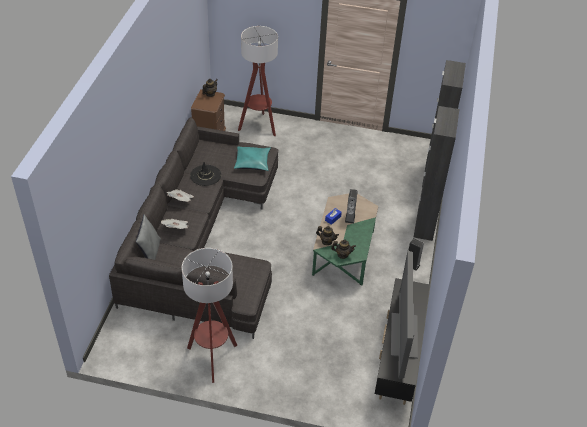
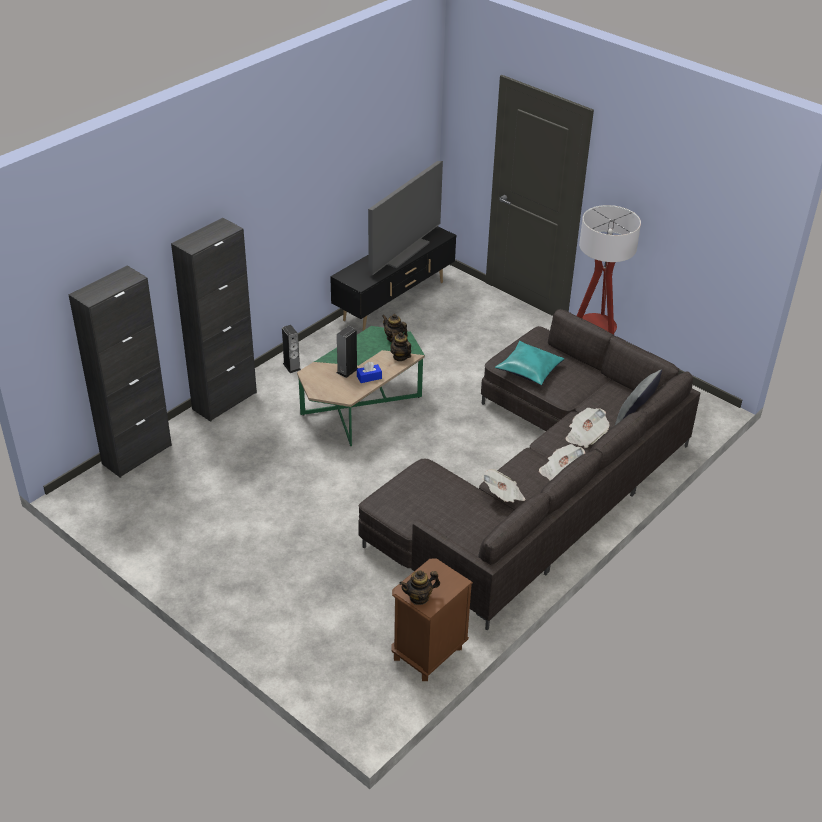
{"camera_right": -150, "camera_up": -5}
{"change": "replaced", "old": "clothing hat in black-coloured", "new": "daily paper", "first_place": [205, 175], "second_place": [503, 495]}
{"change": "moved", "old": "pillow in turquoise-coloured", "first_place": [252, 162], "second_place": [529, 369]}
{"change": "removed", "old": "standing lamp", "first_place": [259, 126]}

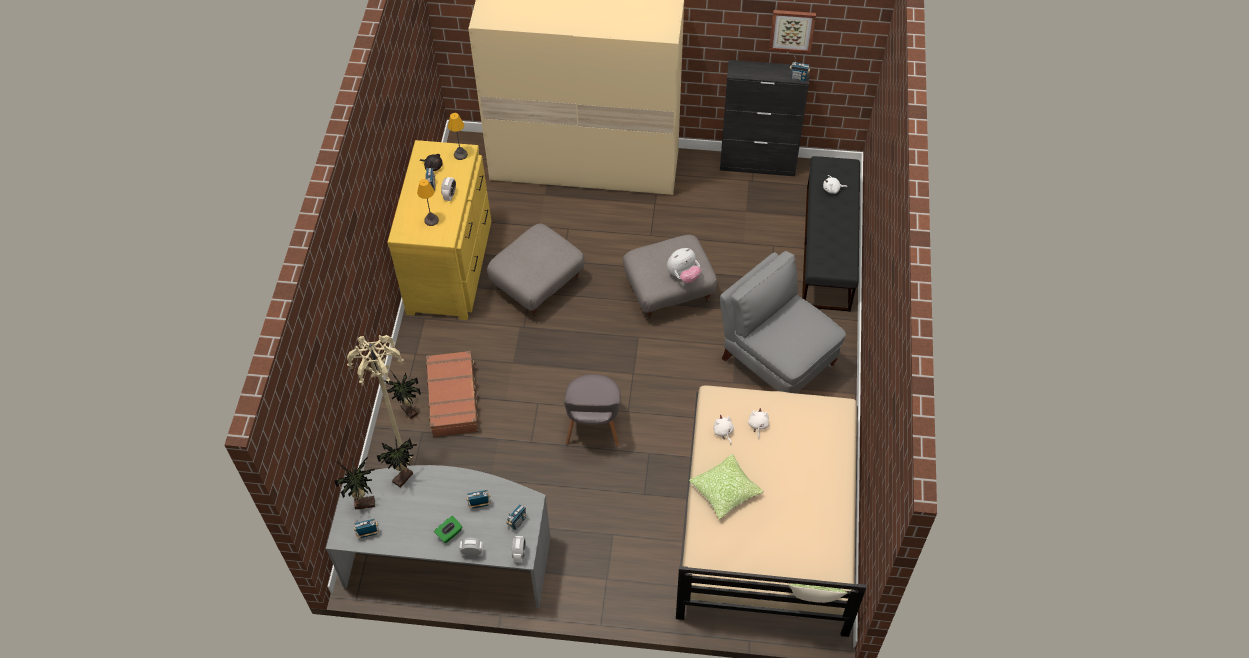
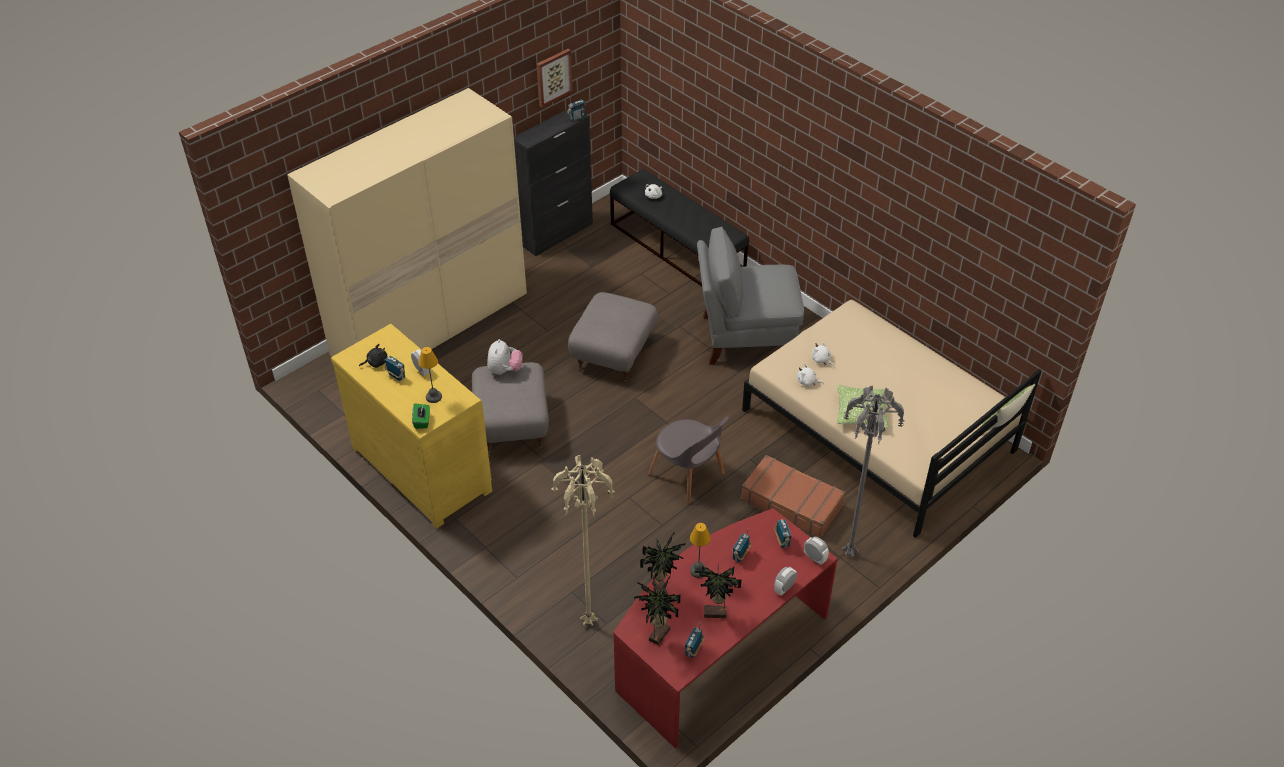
{"camera_right": -50, "camera_up": -10}
{"change": "moved", "old": "tissue holder in green-coloured", "first_place": [449, 533], "second_place": [422, 421]}
{"change": "moved", "old": "cuddly toy", "first_place": [683, 275], "second_place": [505, 370]}
{"change": "recoloured", "old": "desk table in gray", "new": "desk table in reddish", "first_place": [449, 556], "second_place": [718, 649]}
{"change": "moved", "old": "table lamp", "first_place": [461, 154], "second_place": [698, 570]}
{"change": "moved", "old": "plant in a pot", "first_place": [408, 412], "second_place": [715, 614]}
{"change": "moved", "old": "suitcase in brownish", "first_place": [454, 399], "second_place": [791, 503]}
{"change": "added", "new": "standing lamp in gray", "second_place": [848, 553]}

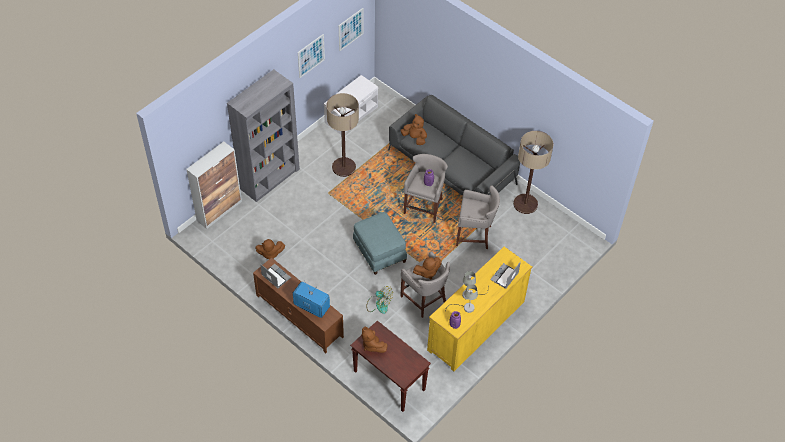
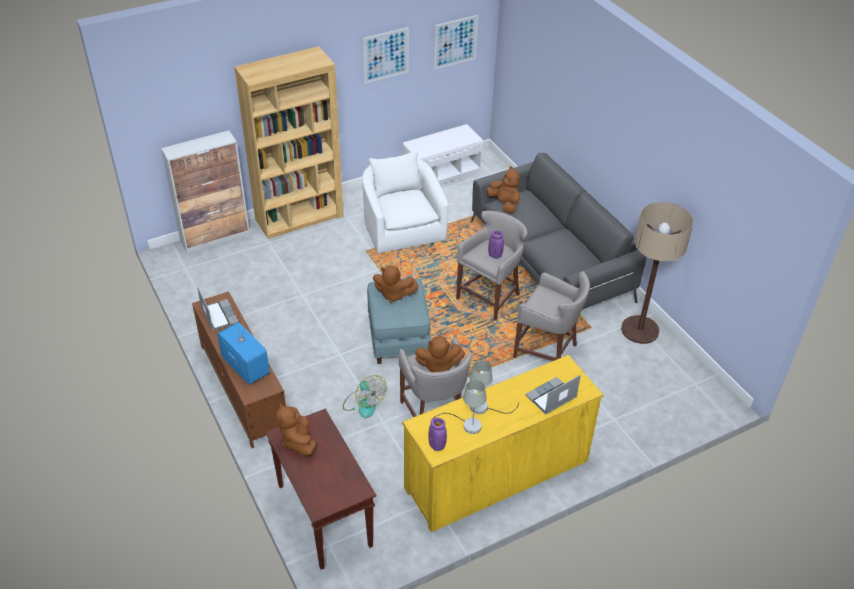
{"camera_right": 20, "camera_up": -10}
{"change": "recoloured", "old": "shelving unit in gray", "new": "shelving unit in brownish", "first_place": [269, 178], "second_place": [299, 217]}
{"change": "replaced", "old": "standing lamp", "new": "easy chair in white-coloured", "first_place": [344, 167], "second_place": [402, 227]}
{"change": "moved", "old": "cuddly toy in brownish", "first_place": [270, 254], "second_place": [393, 294]}

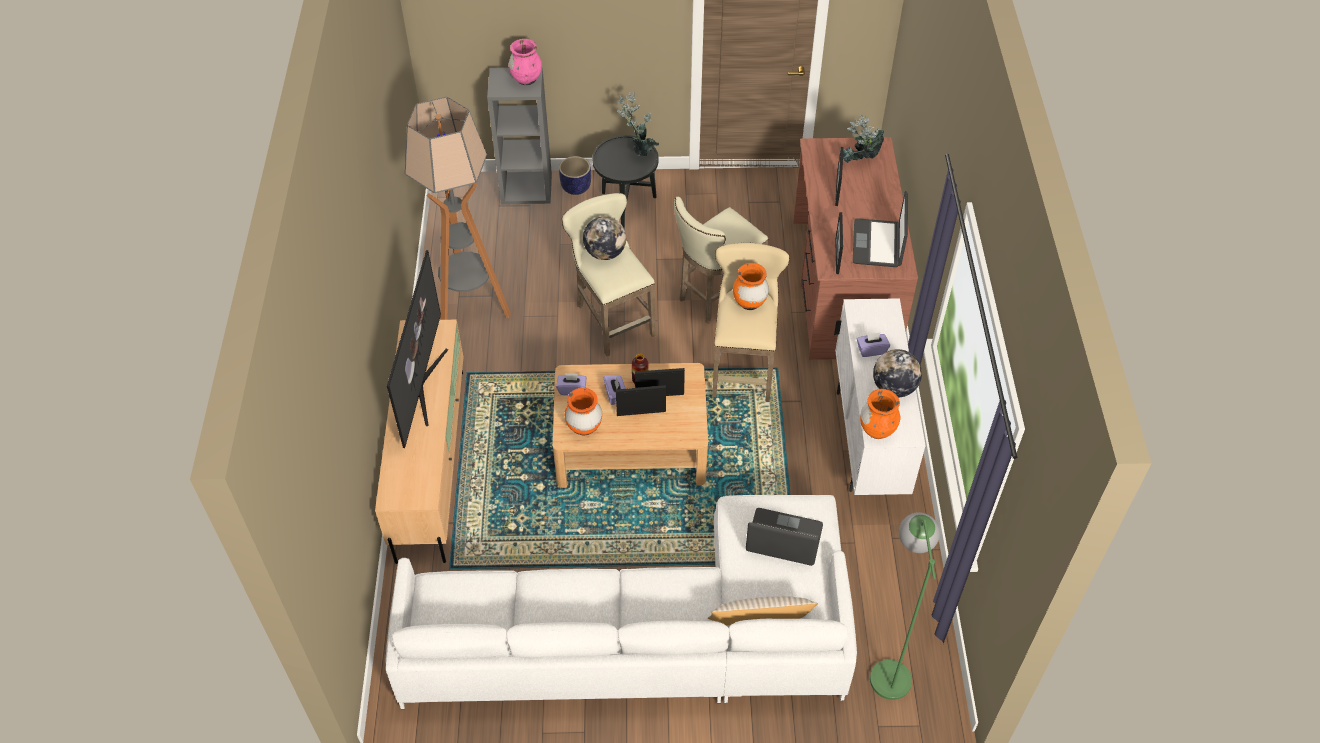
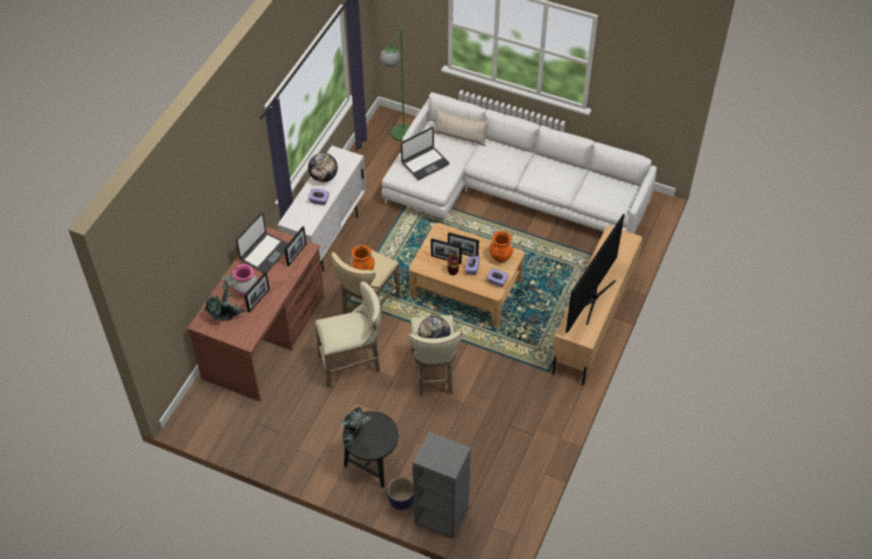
{"camera_right": -155, "camera_up": 0}
{"change": "moved", "old": "decorative vase in pink", "first_place": [526, 79], "second_place": [246, 291]}
{"change": "turned", "old": "portable computer", "first_place": [784, 539], "second_place": [425, 163], "degrees": -75}
{"change": "removed", "old": "standing lamp", "first_place": [471, 310]}
{"change": "removed", "old": "decorative vase in orange", "first_place": [877, 430]}

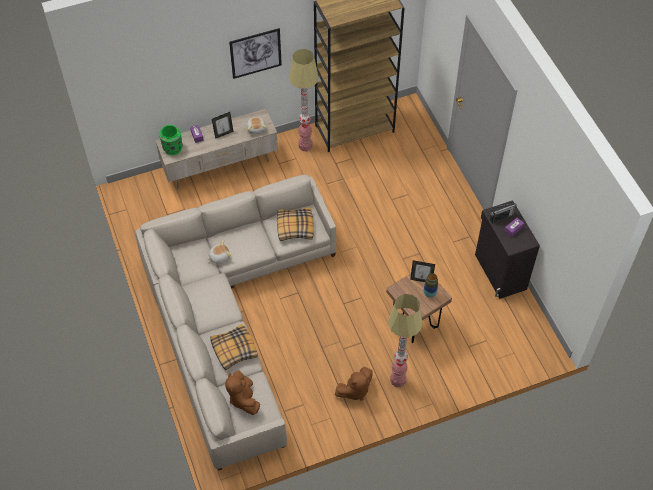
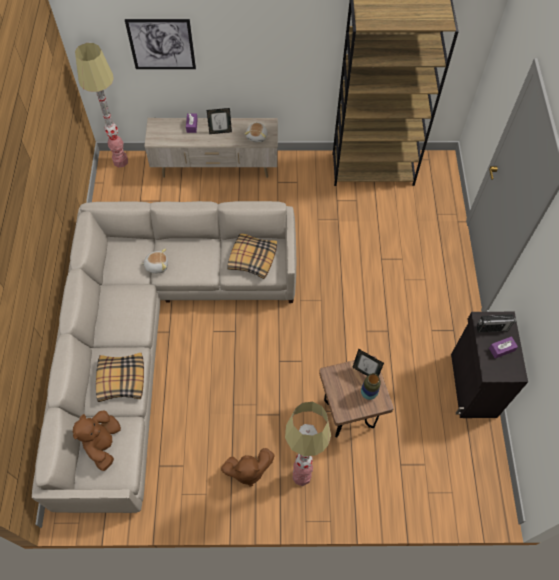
{"camera_right": 20, "camera_up": 5}
{"change": "moved", "old": "standing lamp", "first_place": [305, 146], "second_place": [120, 161]}
{"change": "moved", "old": "wall art", "first_place": [255, 53], "second_place": [161, 44]}
{"change": "removed", "old": "decorative vase in green-coloured", "first_place": [172, 148]}

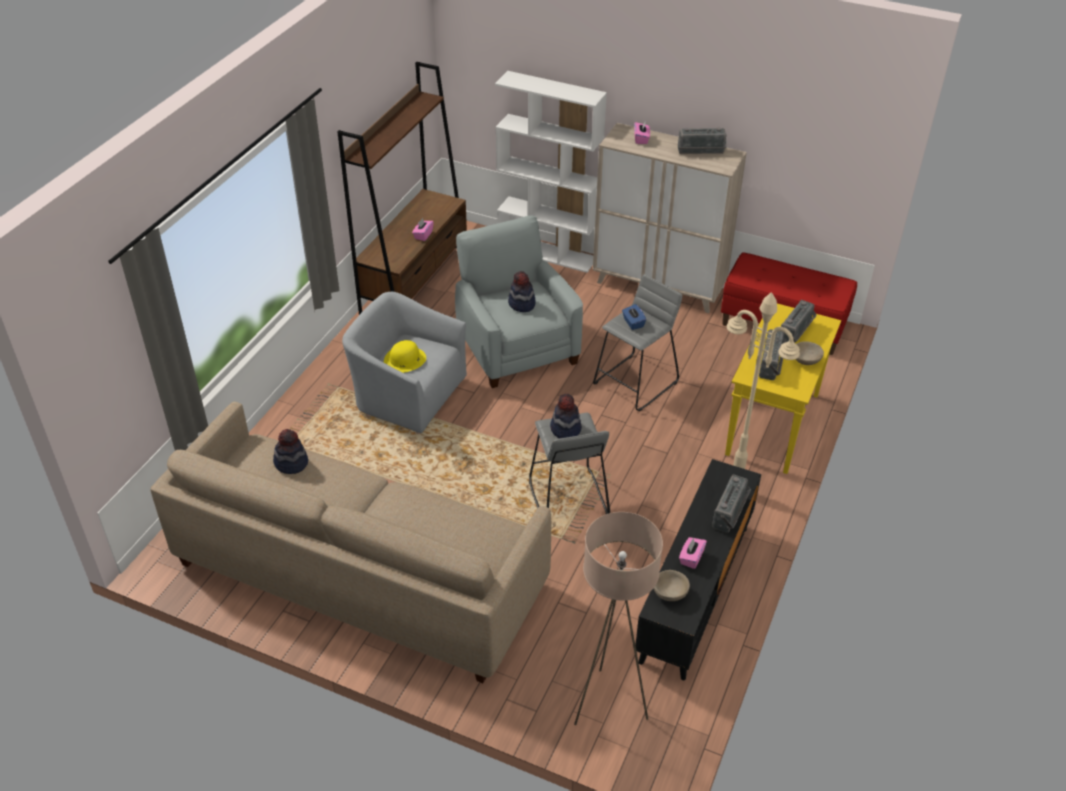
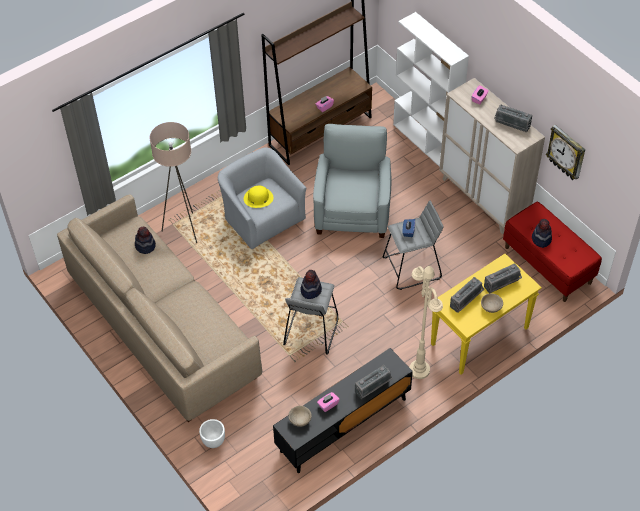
{"camera_right": 30, "camera_up": 10}
{"change": "moved", "old": "standing lamp in beige-coloured", "first_place": [608, 704], "second_place": [183, 229]}
{"change": "added", "new": "flower pot in white-coloured", "second_place": [213, 441]}
{"change": "moved", "old": "clothing hat", "first_place": [521, 304], "second_place": [541, 239]}
{"change": "added", "new": "clock on the wall", "second_place": [566, 153]}

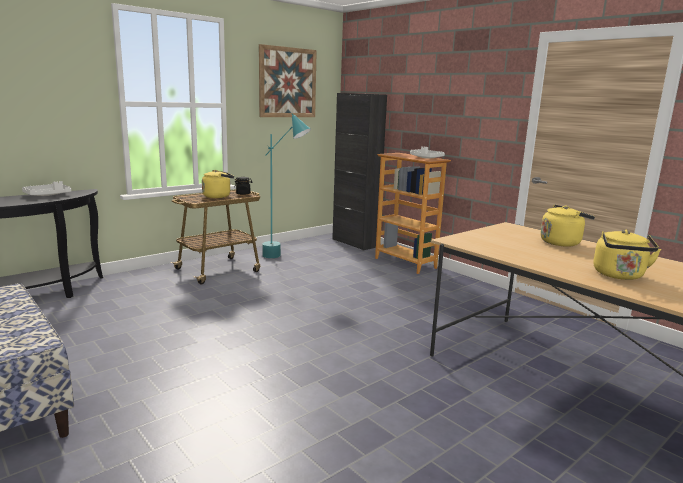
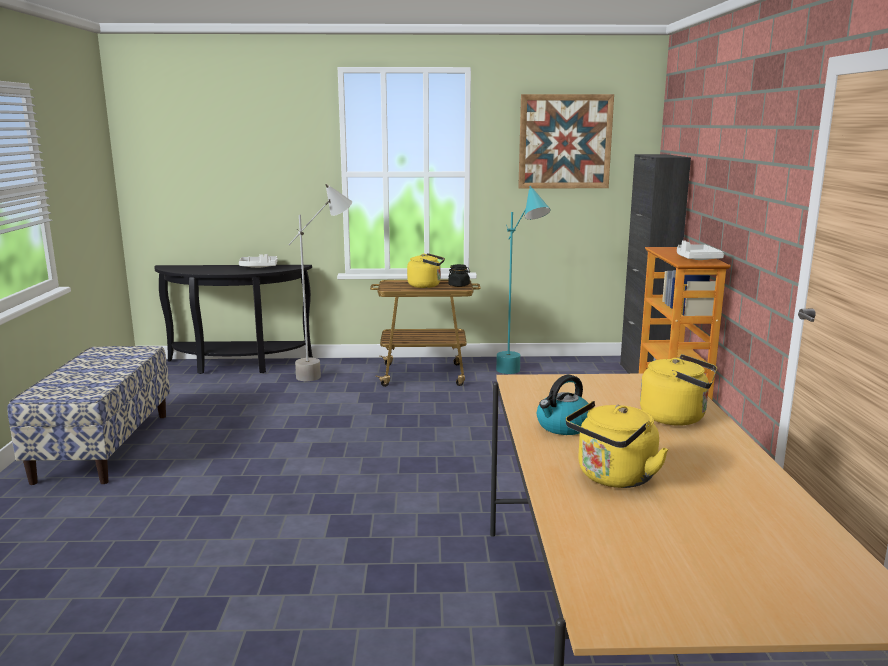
{"camera_right": 40, "camera_up": 0}
{"change": "added", "new": "standing lamp in gray", "second_place": [326, 373]}
{"change": "added", "new": "tea kettle", "second_place": [563, 426]}

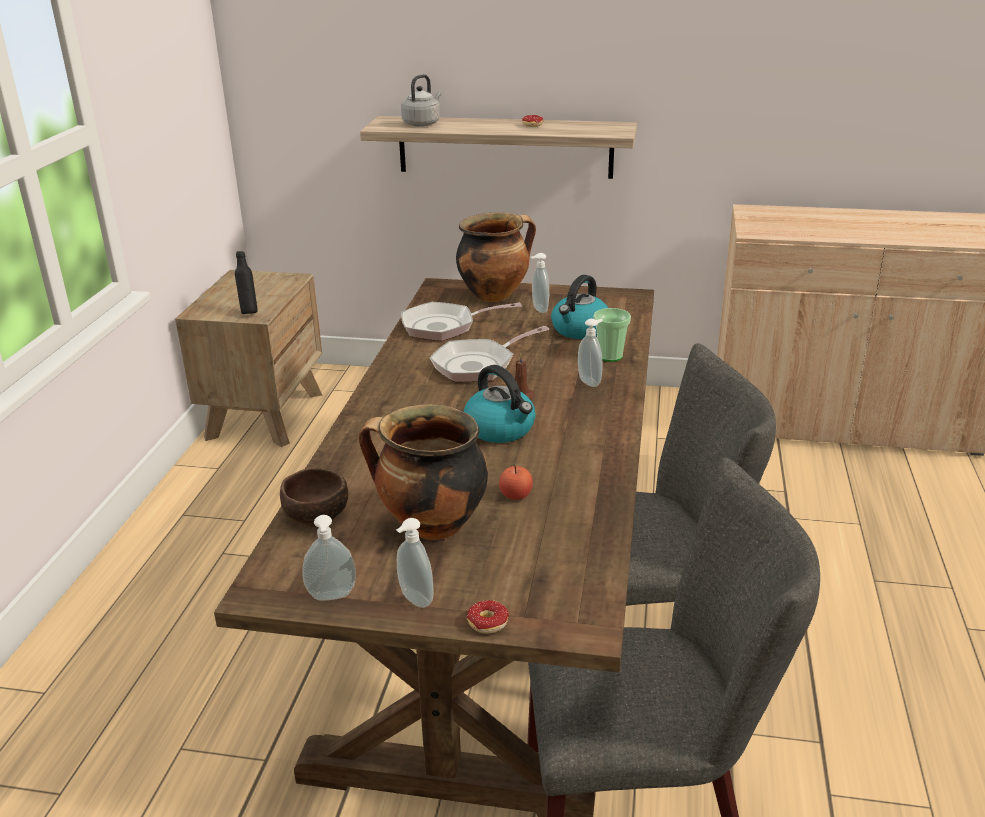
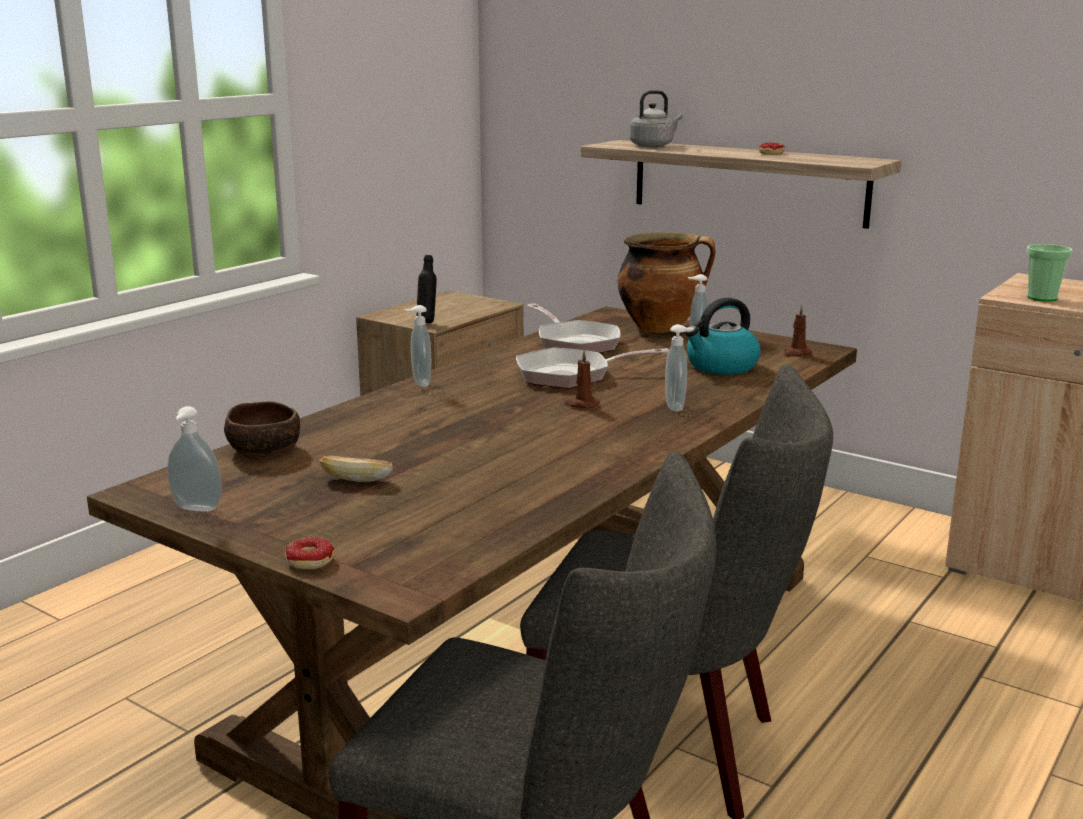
{"camera_right": 25, "camera_up": -10}
{"change": "replaced", "old": "stockpot", "new": "baked bread", "first_place": [430, 525], "second_place": [356, 480]}
{"change": "moved", "old": "liquid soap bottle", "first_place": [414, 600], "second_place": [419, 383]}
{"change": "turned", "old": "skillet", "first_place": [444, 327], "second_place": [574, 343], "degrees": -135}
{"change": "added", "new": "wax candle in brownish", "second_place": [796, 353]}
{"change": "moved", "old": "drinking cup", "first_place": [610, 356], "second_place": [1042, 298]}
{"change": "removed", "old": "tea kettle", "first_place": [501, 429]}
{"change": "removed", "old": "apple fruit", "first_place": [515, 495]}

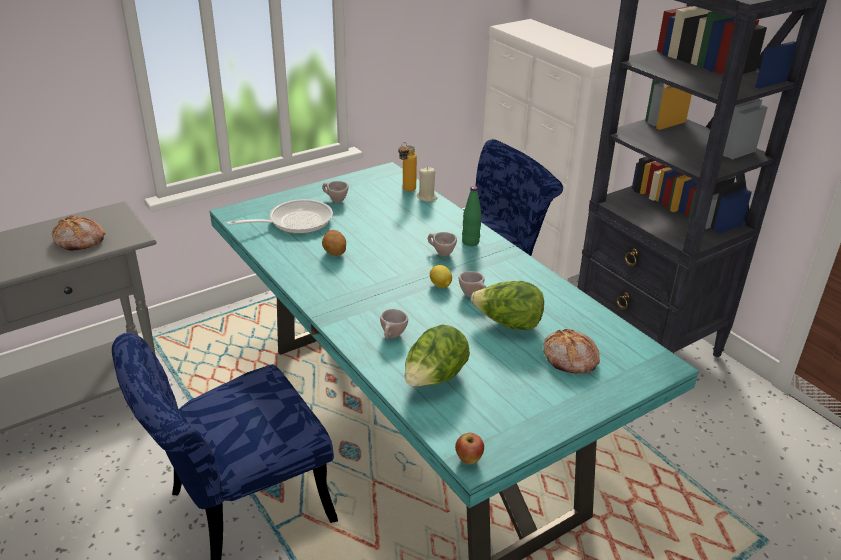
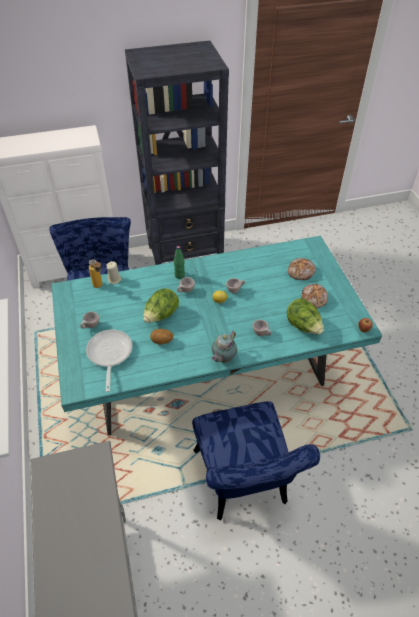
{"camera_right": -70, "camera_up": 15}
{"change": "moved", "old": "head of lettuce", "first_place": [508, 324], "second_place": [161, 316]}
{"change": "added", "new": "tea pot", "second_place": [223, 358]}
{"change": "moved", "old": "baked bread", "first_place": [80, 241], "second_place": [314, 299]}

